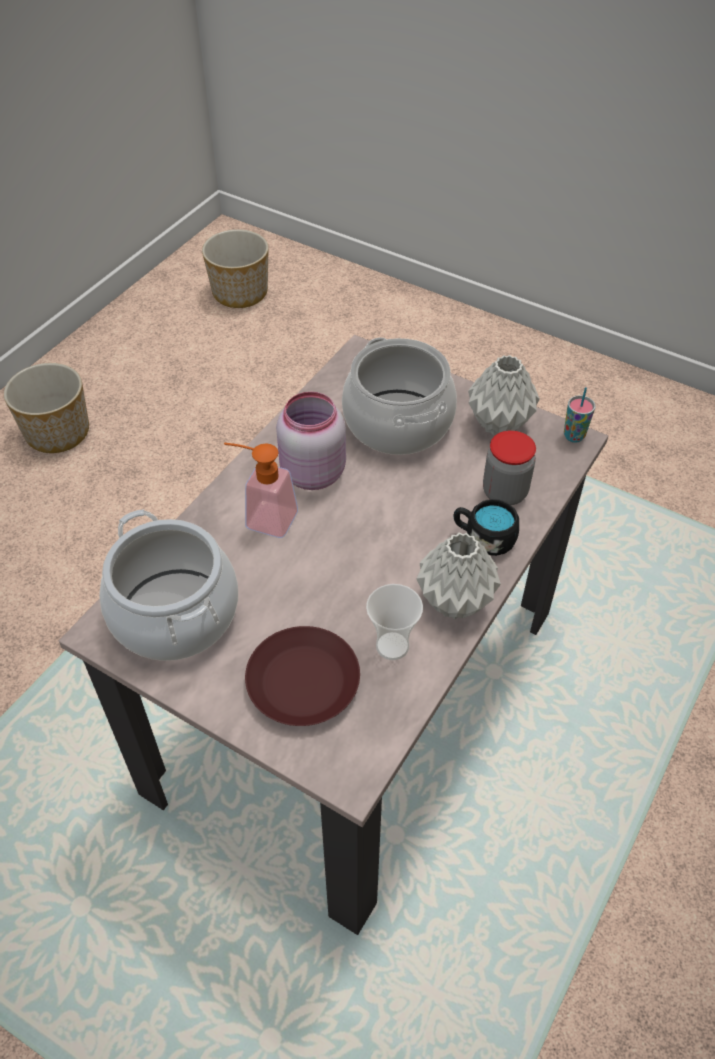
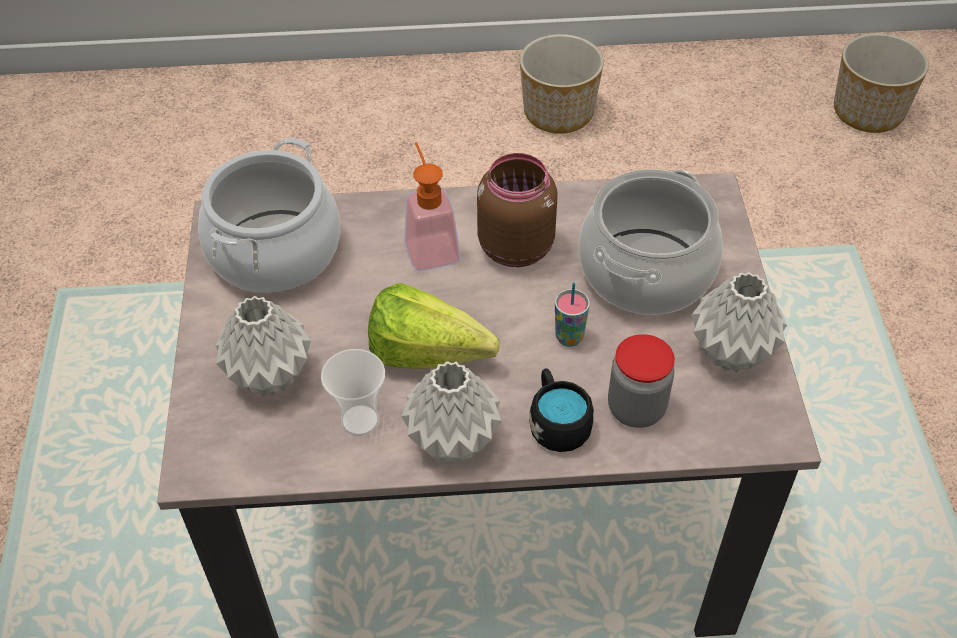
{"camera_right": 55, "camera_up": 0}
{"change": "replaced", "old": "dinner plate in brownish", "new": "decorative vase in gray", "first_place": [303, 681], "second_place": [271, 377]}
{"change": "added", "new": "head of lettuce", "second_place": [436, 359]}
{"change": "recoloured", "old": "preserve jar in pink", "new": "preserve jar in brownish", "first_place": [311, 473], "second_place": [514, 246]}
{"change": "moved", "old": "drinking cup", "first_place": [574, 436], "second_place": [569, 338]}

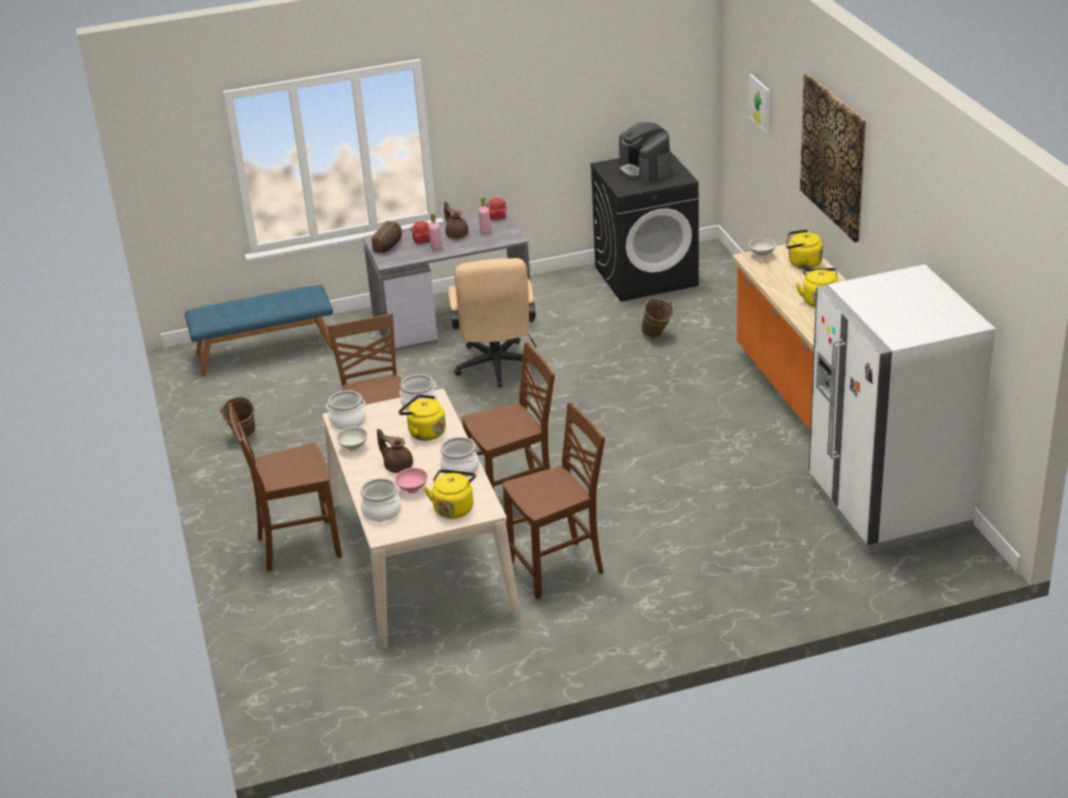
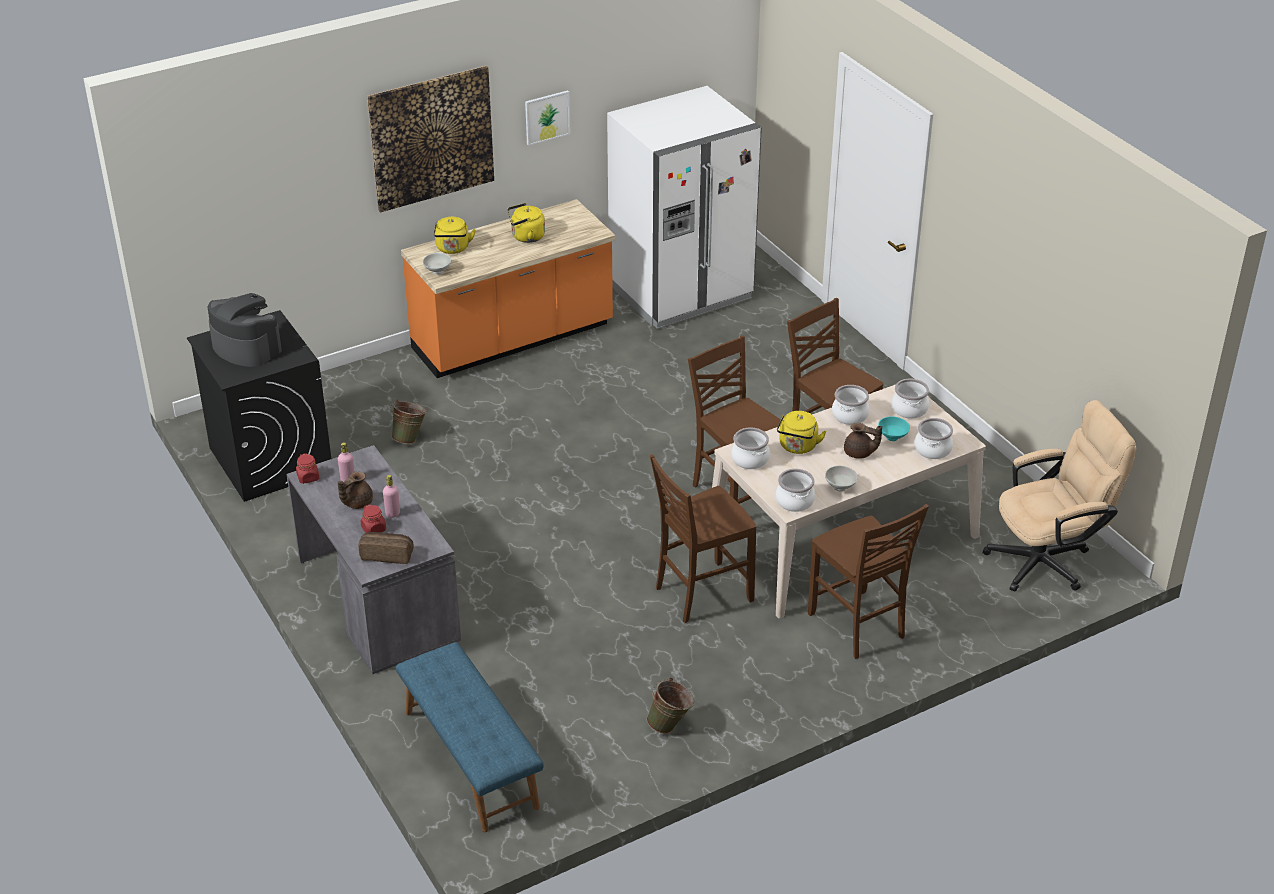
{"camera_right": -105, "camera_up": 5}
{"change": "turned", "old": "coffee maker", "first_place": [645, 170], "second_place": [246, 347], "degrees": -105}
{"change": "moved", "old": "wall art", "first_place": [760, 103], "second_place": [547, 117]}
{"change": "turned", "old": "tea pot in brownish", "first_place": [397, 466], "second_place": [859, 453], "degrees": -90}
{"change": "recoloured", "old": "deep dish in pink", "new": "deep dish in turquoise-coloured", "first_place": [413, 490], "second_place": [893, 437]}
{"change": "replaced", "old": "tea kettle in yellowish", "new": "stockpot", "first_place": [454, 508], "second_place": [909, 409]}
{"change": "moved", "old": "office chair in beige-coloured", "first_place": [496, 369], "second_place": [1048, 560]}

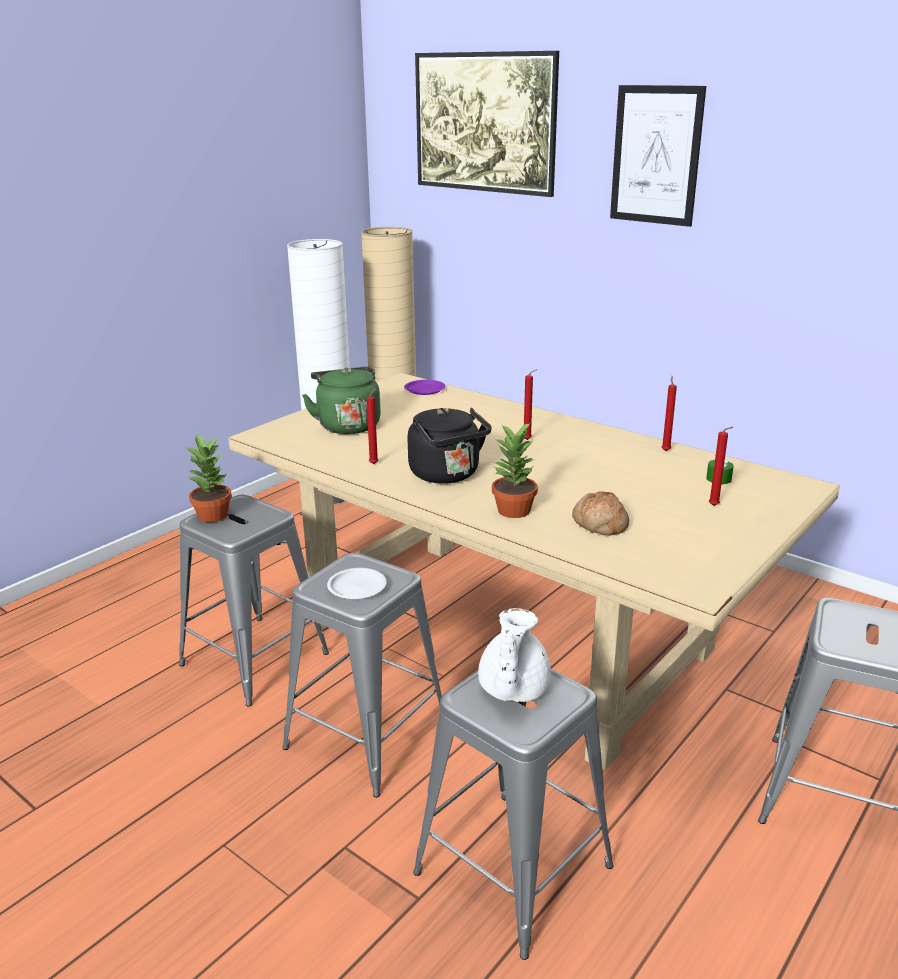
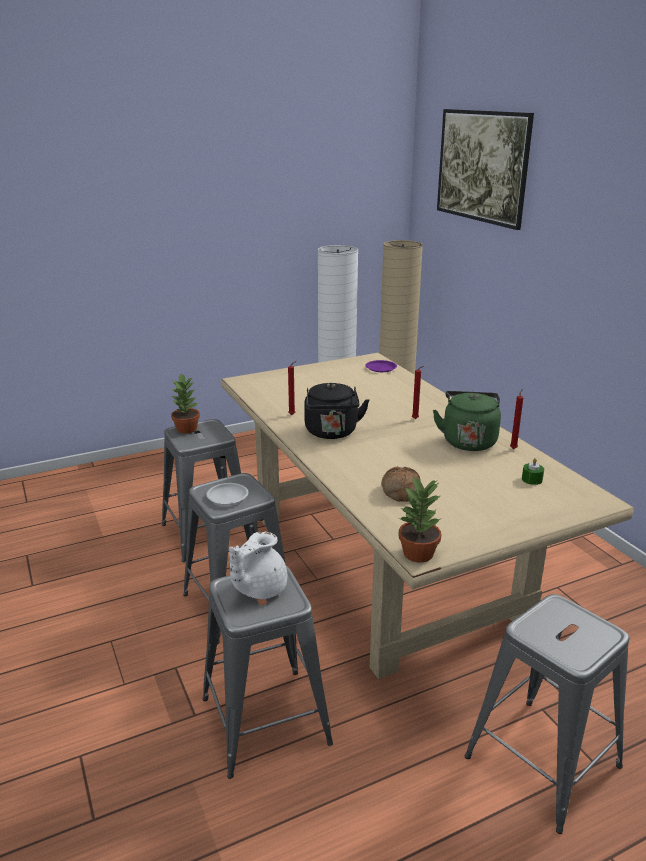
{"camera_right": 25, "camera_up": 0}
{"change": "moved", "old": "plant in a pot", "first_place": [514, 511], "second_place": [418, 554]}
{"change": "moved", "old": "tea kettle in green-coloured", "first_place": [347, 425], "second_place": [468, 441]}
{"change": "removed", "old": "wall art", "first_place": [656, 155]}
{"change": "removed", "old": "wax candle in reddish", "first_place": [715, 506]}

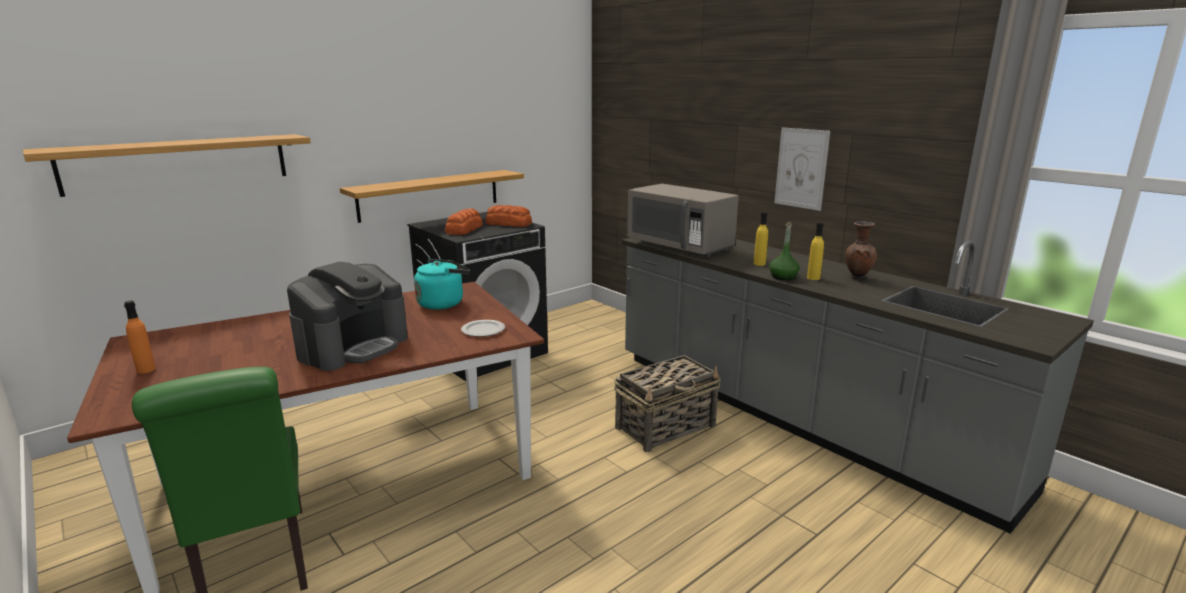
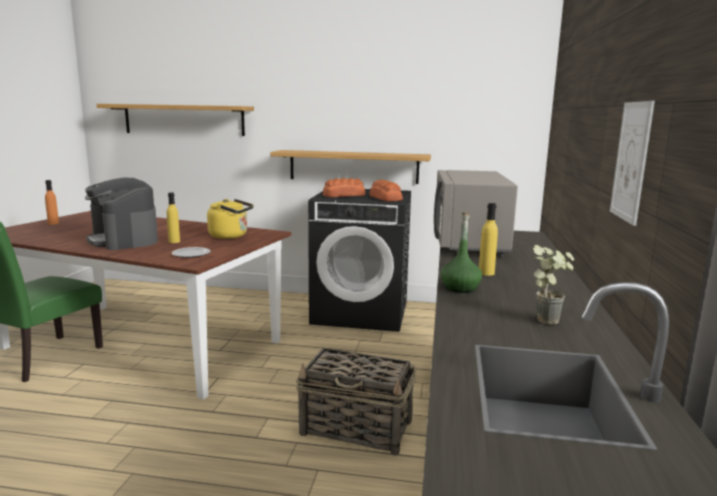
{"camera_right": 50, "camera_up": -5}
{"change": "turned", "old": "coffee maker", "first_place": [353, 346], "second_place": [124, 240], "degrees": 60}
{"change": "moved", "old": "beverage bottle in yellowish", "first_place": [813, 278], "second_place": [174, 241]}
{"change": "recoloured", "old": "tea kettle in turquoise-coloured", "new": "tea kettle in yellowish", "first_place": [443, 303], "second_place": [231, 236]}
{"change": "replaced", "old": "decorative vase in brownish", "new": "plant in a pot", "first_place": [856, 278], "second_place": [549, 319]}

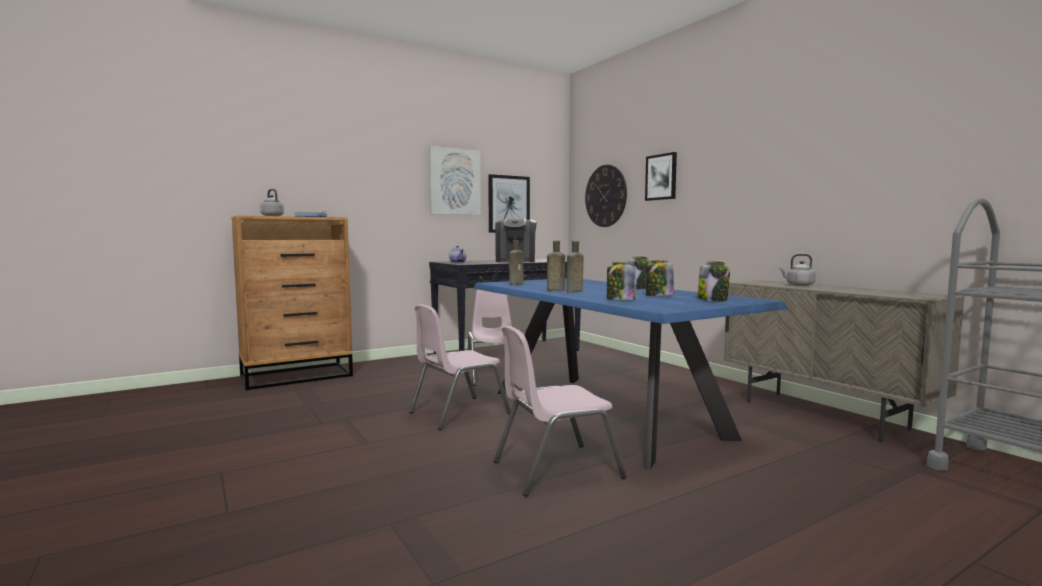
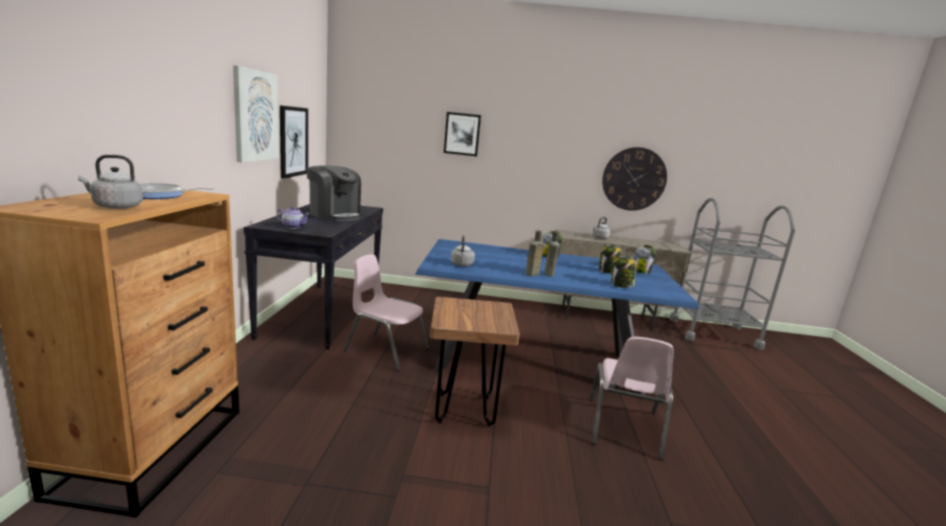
{"camera_right": -55, "camera_up": 10}
{"change": "replaced", "old": "upright chair in pink", "new": "sitting stool in brownish", "first_place": [458, 413], "second_place": [464, 410]}
{"change": "replaced", "old": "beverage bottle in brownish", "new": "tea kettle in gray", "first_place": [517, 284], "second_place": [461, 265]}
{"change": "moved", "old": "clock on the wall", "first_place": [605, 196], "second_place": [634, 179]}

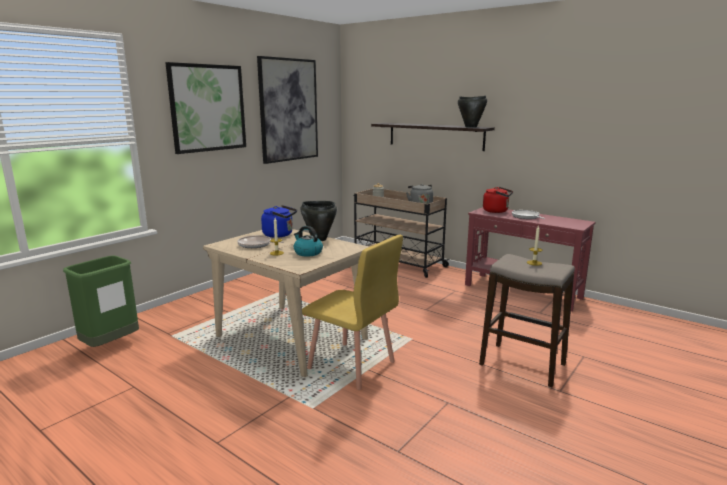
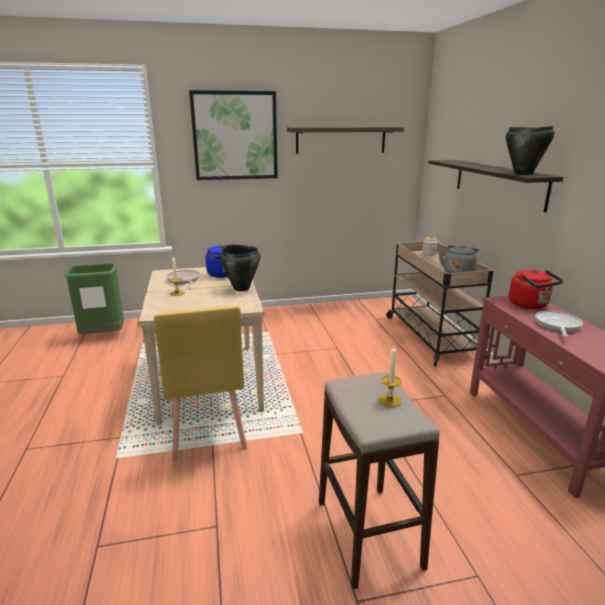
{"camera_right": 40, "camera_up": 5}
{"change": "replaced", "old": "wall art", "new": "shelf", "first_place": [288, 110], "second_place": [341, 140]}
{"change": "removed", "old": "tea kettle", "first_place": [307, 252]}

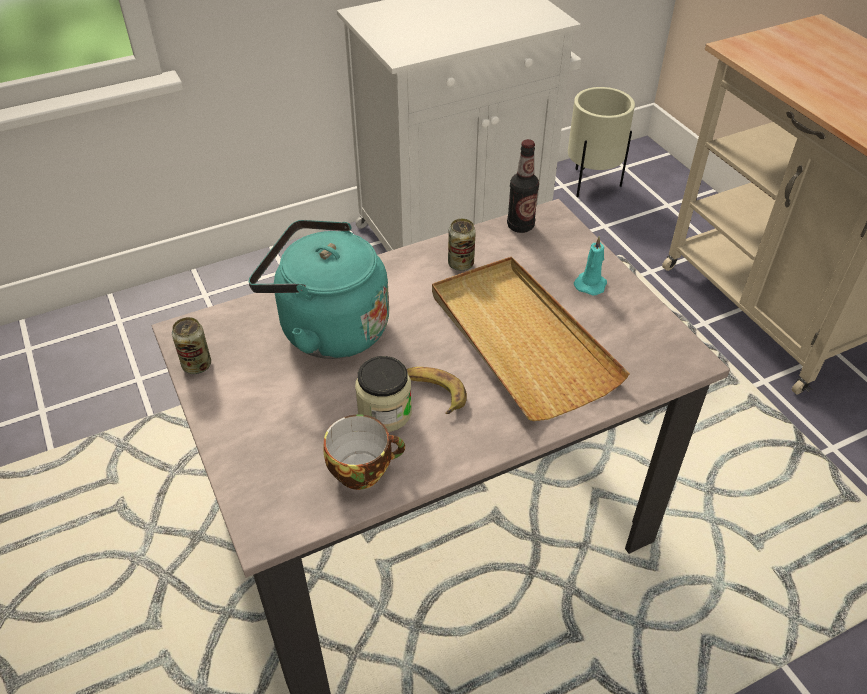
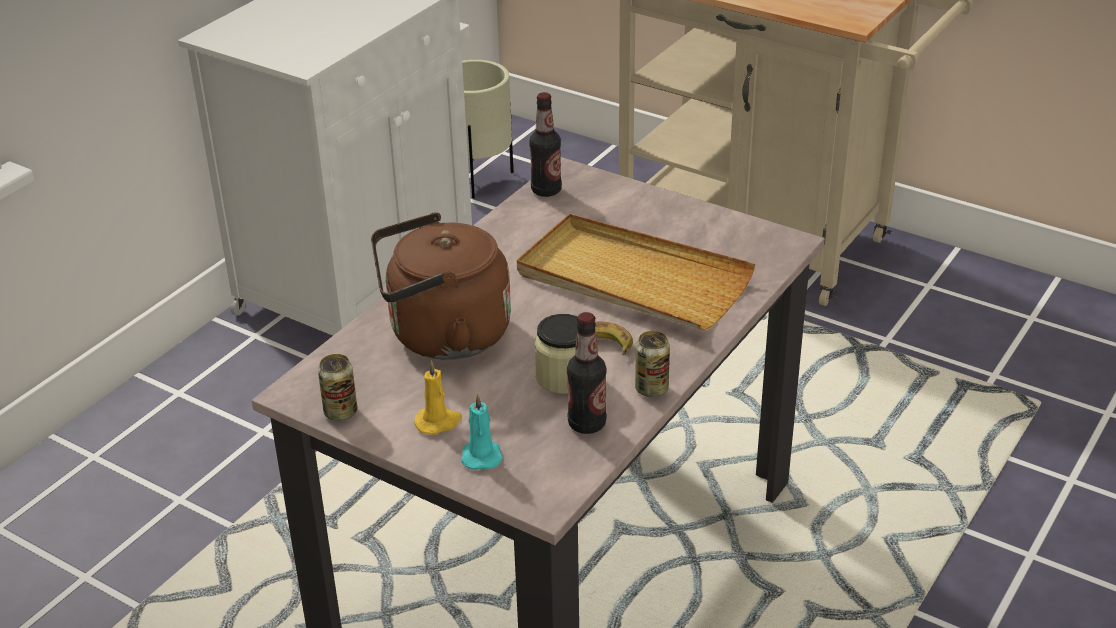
{"camera_right": -30, "camera_up": -10}
{"change": "recoloured", "old": "tea kettle in turquoise-coloured", "new": "tea kettle in brownish", "first_place": [327, 328], "second_place": [442, 336]}
{"change": "added", "new": "wax candle in yellowish", "second_place": [438, 422]}
{"change": "moved", "old": "wax candle in turquoise-coloured", "first_place": [591, 283], "second_place": [481, 455]}
{"change": "replaced", "old": "drinking cup", "new": "beverage bottle", "first_place": [363, 469], "second_place": [587, 424]}
{"change": "moved", "old": "can", "first_place": [461, 264], "second_place": [651, 389]}

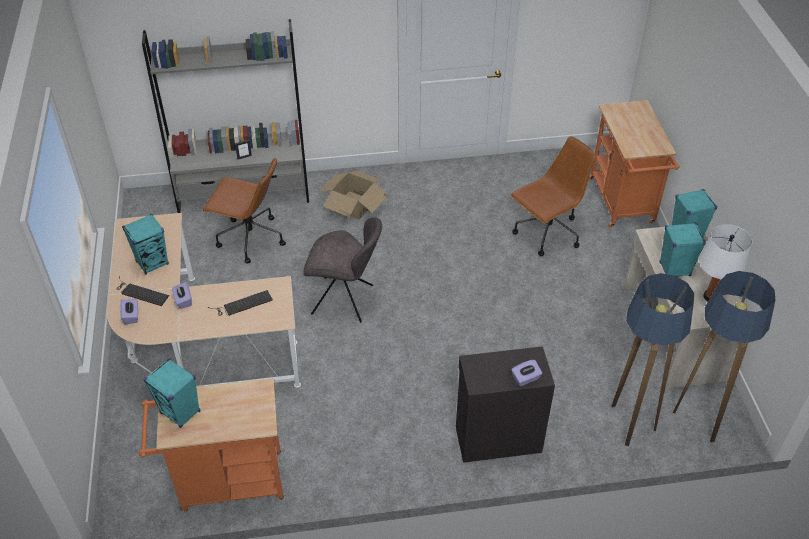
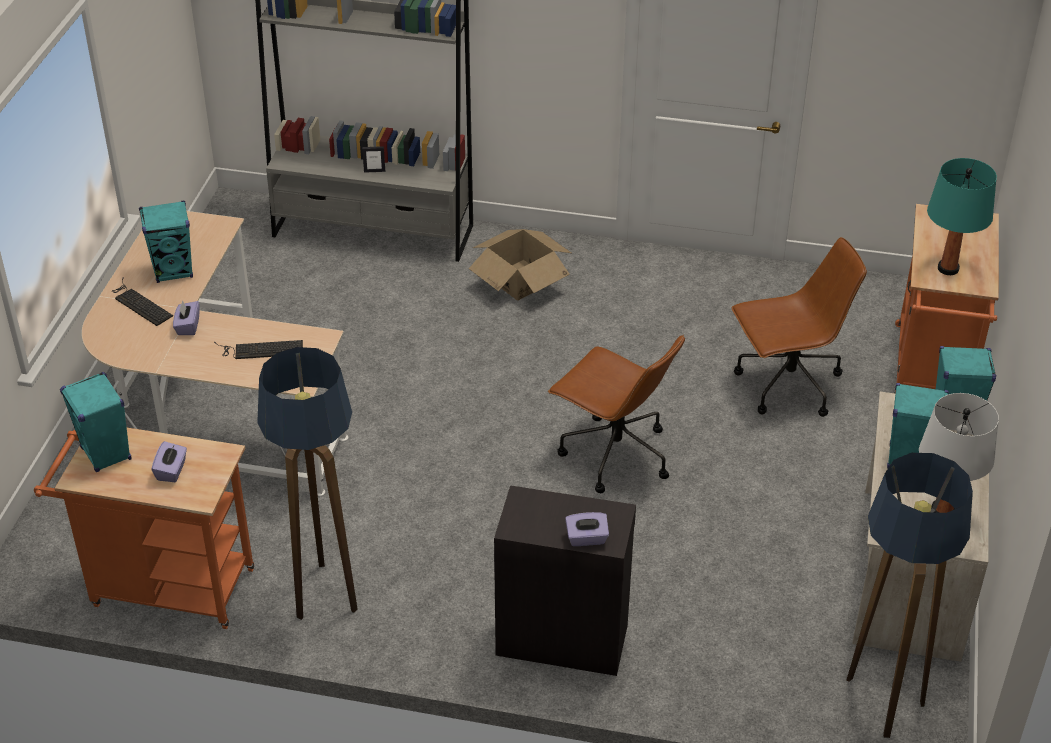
{"camera_right": 20, "camera_up": -5}
{"change": "moved", "old": "tissue holder in purple-coloured", "first_place": [131, 316], "second_place": [171, 471]}
{"change": "moved", "old": "standing lamp", "first_place": [628, 422], "second_place": [324, 591]}
{"change": "moved", "old": "office chair in brownish", "first_place": [250, 238], "second_place": [614, 454]}
{"change": "added", "new": "table lamp in turquoise-coloured", "second_place": [948, 268]}
{"change": "removed", "old": "upright chair in gray", "first_place": [345, 300]}

